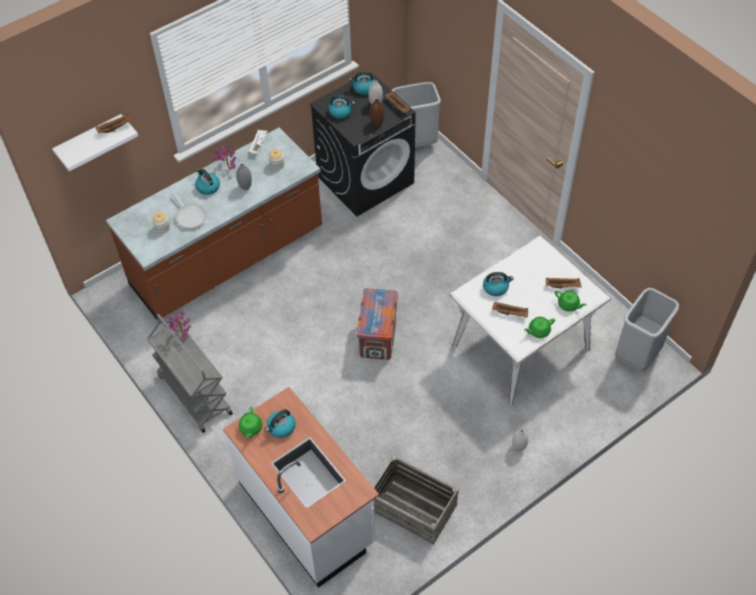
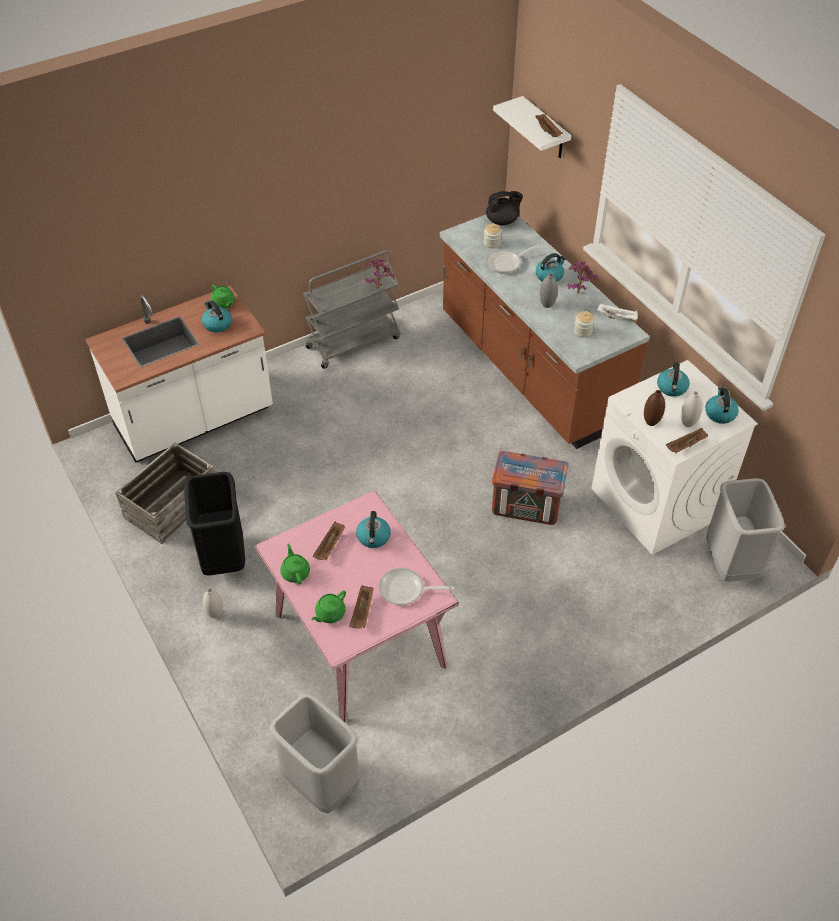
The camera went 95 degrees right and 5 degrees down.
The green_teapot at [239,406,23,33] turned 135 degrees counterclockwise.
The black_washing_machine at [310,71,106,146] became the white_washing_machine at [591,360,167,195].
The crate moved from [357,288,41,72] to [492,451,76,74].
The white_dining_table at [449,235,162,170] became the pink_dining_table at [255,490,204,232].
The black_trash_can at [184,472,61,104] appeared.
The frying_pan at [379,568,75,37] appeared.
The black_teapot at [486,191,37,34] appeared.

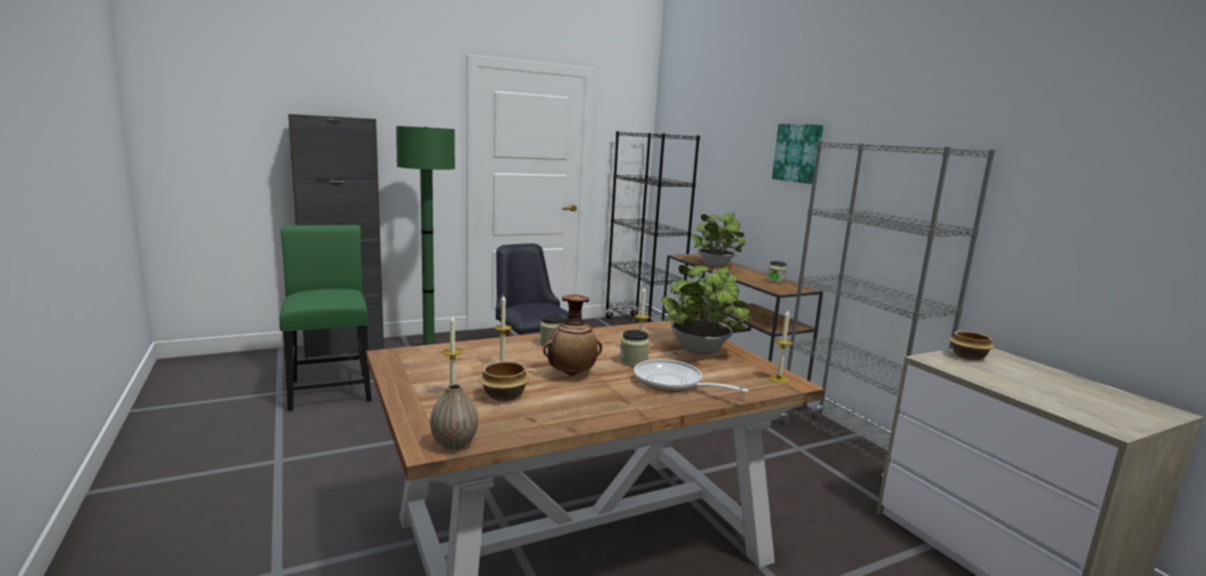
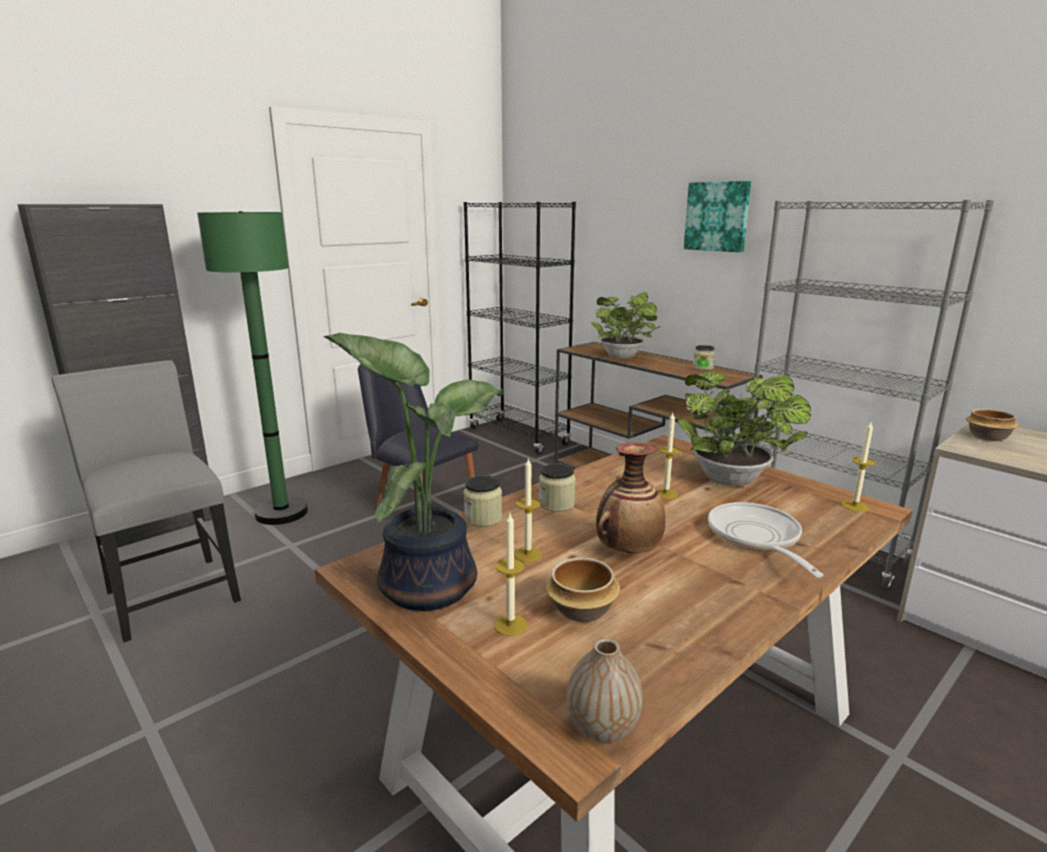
The camera went 15 degrees left and 5 degrees up.
The green_chair at [279,225,93,186] became the grey_chair at [52,360,189,282].
The jar moved from [620,330,29,37] to [464,475,38,52].
The frying_pan at [634,359,115,34] turned 60 degrees clockwise.
The potted_plant at [324,333,180,278] appeared.

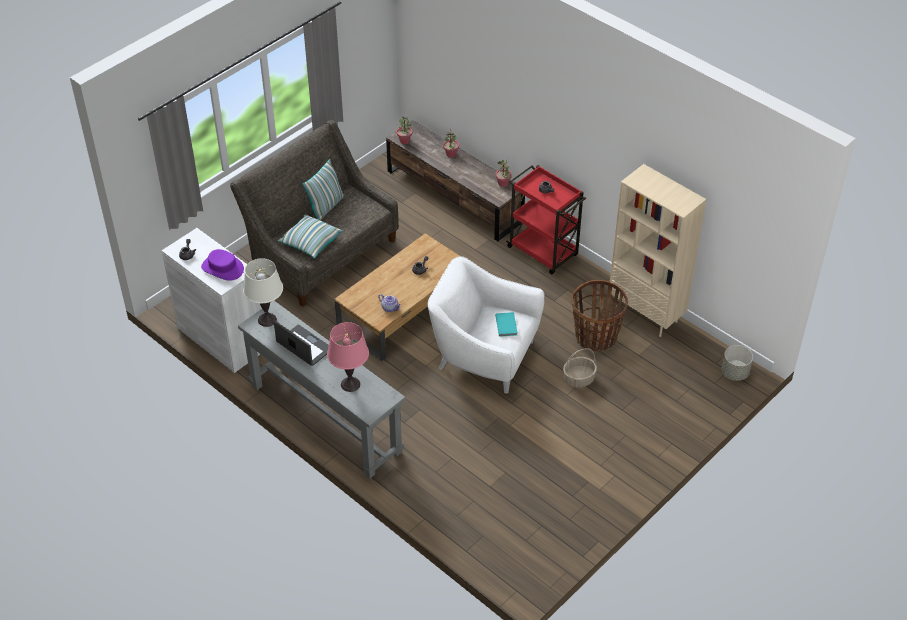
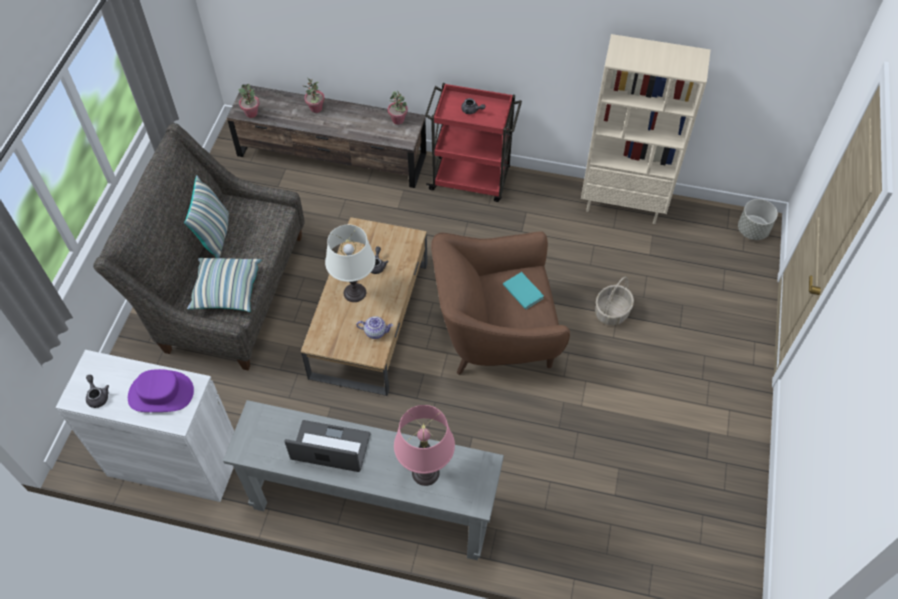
The camera went 30 degrees left and 10 degrees up.
The white_table_lamp moved from [243,258,40,69] to [325,225,50,77].
The white_armchair at [428,256,117,138] became the brown_armchair at [431,231,139,144].
The basket at [571,280,57,71] disappeared.

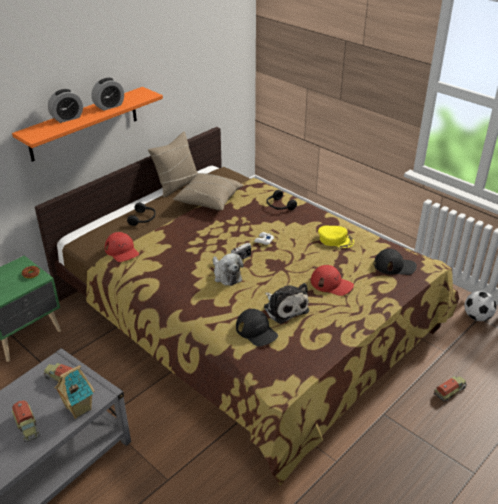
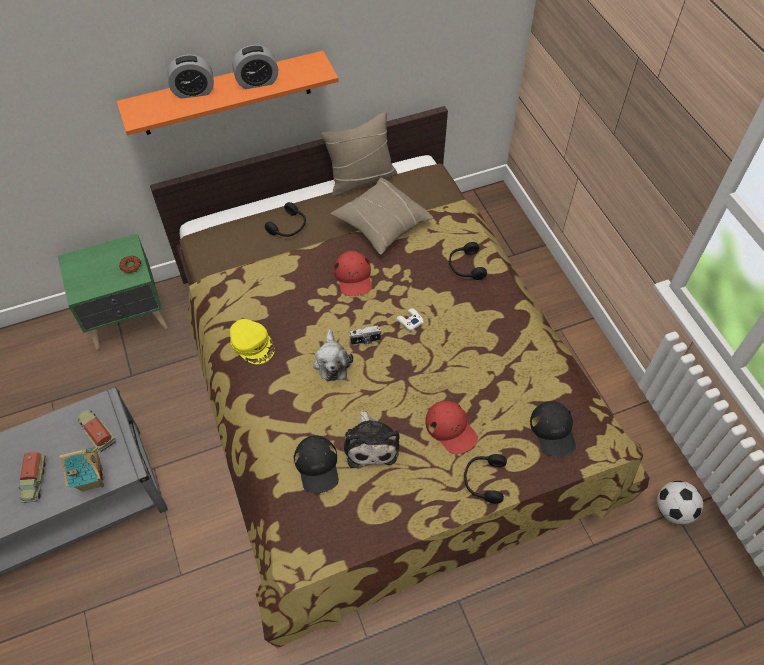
The camera went 25 degrees right and 20 degrees up.
The red_cap moved from [105,232,34,30] to [334,251,38,45].
The yellow_cap moved from [318,226,36,22] to [230,319,45,45].
The black_cap at [374,249,43,26] turned 45 degrees clockwise.
The toy_truck at [434,376,33,25] disappeared.
The black_headphones at [464,454,43,50] appeared.

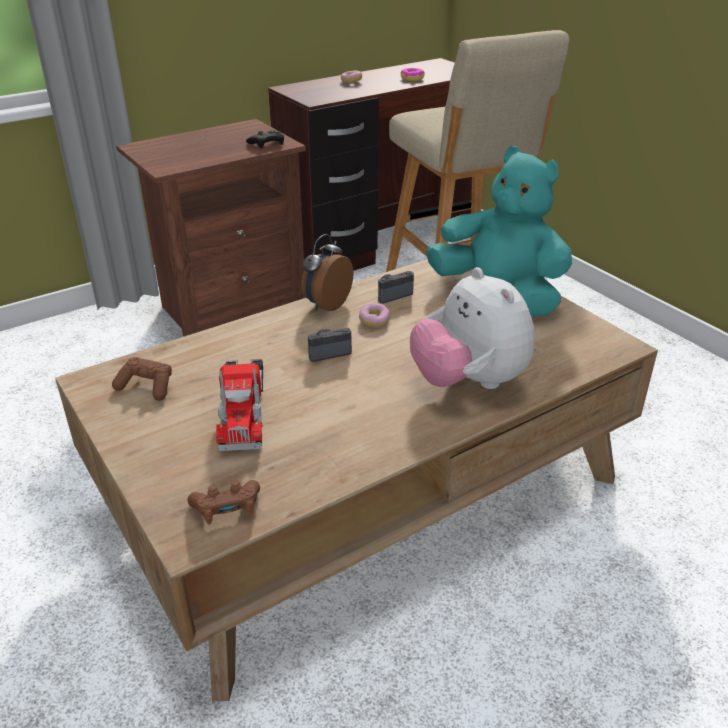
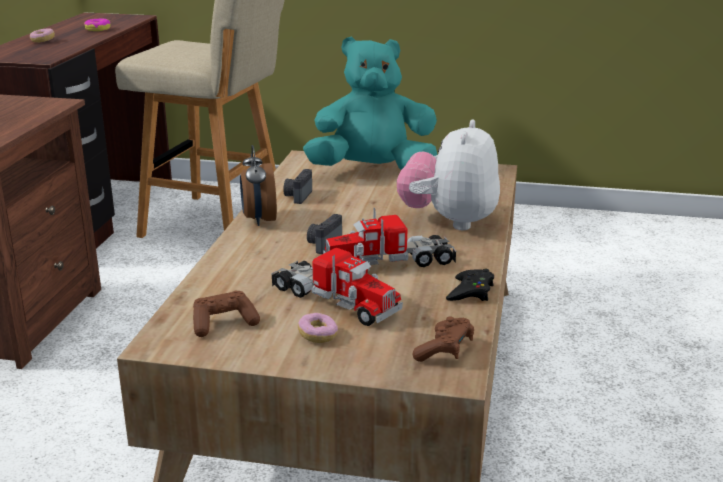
The camera went 45 degrees left and 10 degrees down.
The black_game_controller moved from [246,130,38,18] to [446,269,48,32].
The donut moved from [359,303,31,24] to [298,313,40,30].
The plush_toy at [410,267,125,122] turned 90 degrees clockwise.
The toy_truck at [323,208,134,59] appeared.

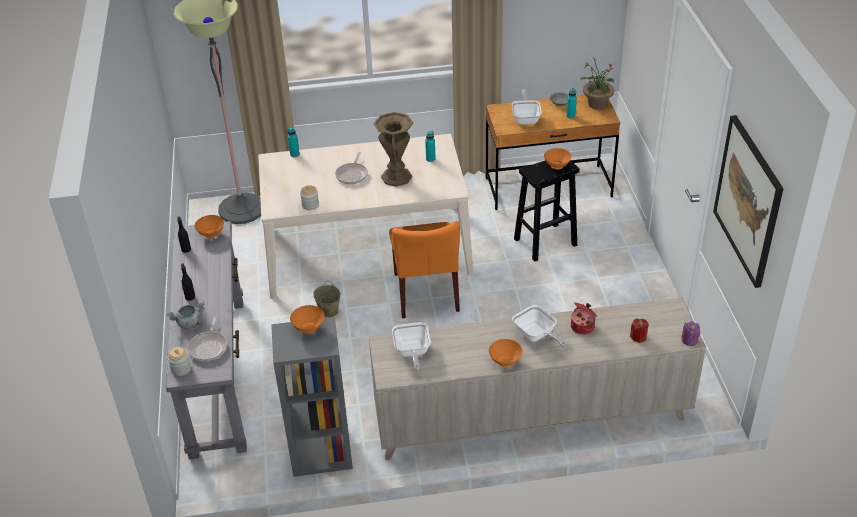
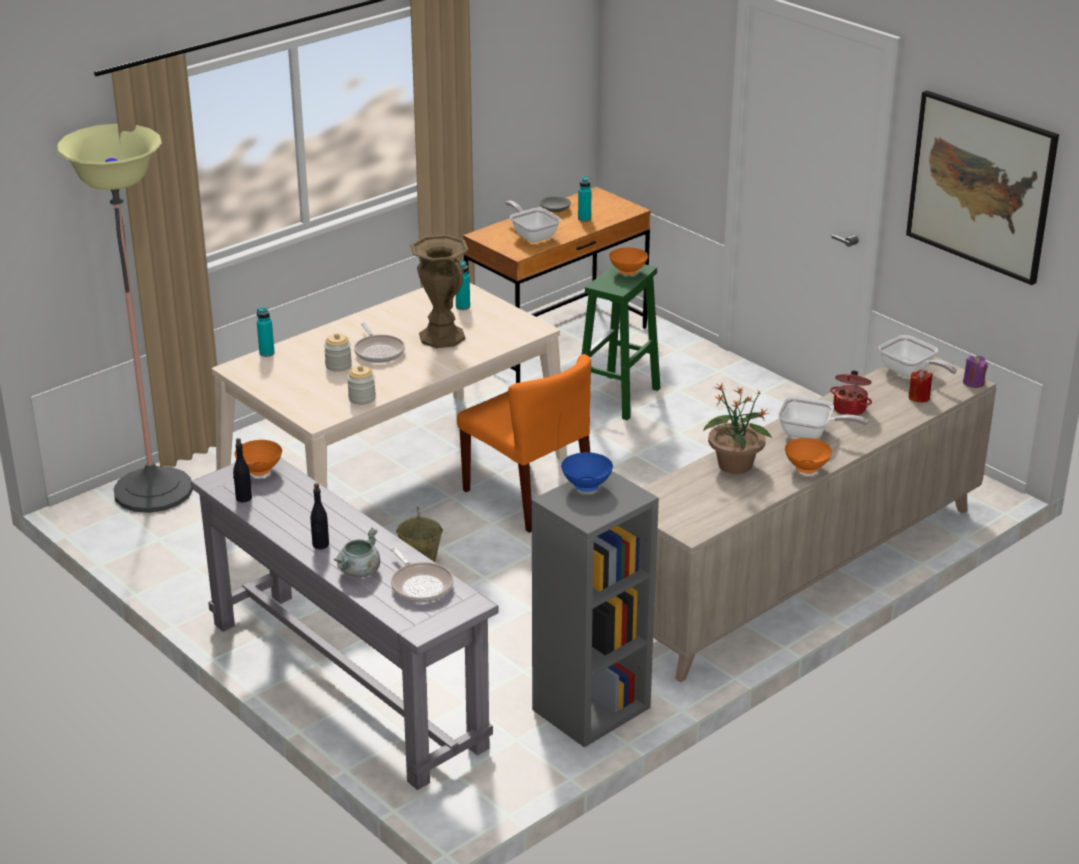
The camera went 35 degrees left and 10 degrees down.
The jar moved from [167,347,24,29] to [324,333,28,39].
The orange_bowl at [290,305,35,28] became the blue_bowl at [561,452,52,40].
The frying_pan moved from [392,322,39,49] to [879,335,78,42].
The black_stool at [514,160,66,102] became the green_stool at [582,264,79,156].
The potted_plant moved from [579,58,35,51] to [704,383,69,91].

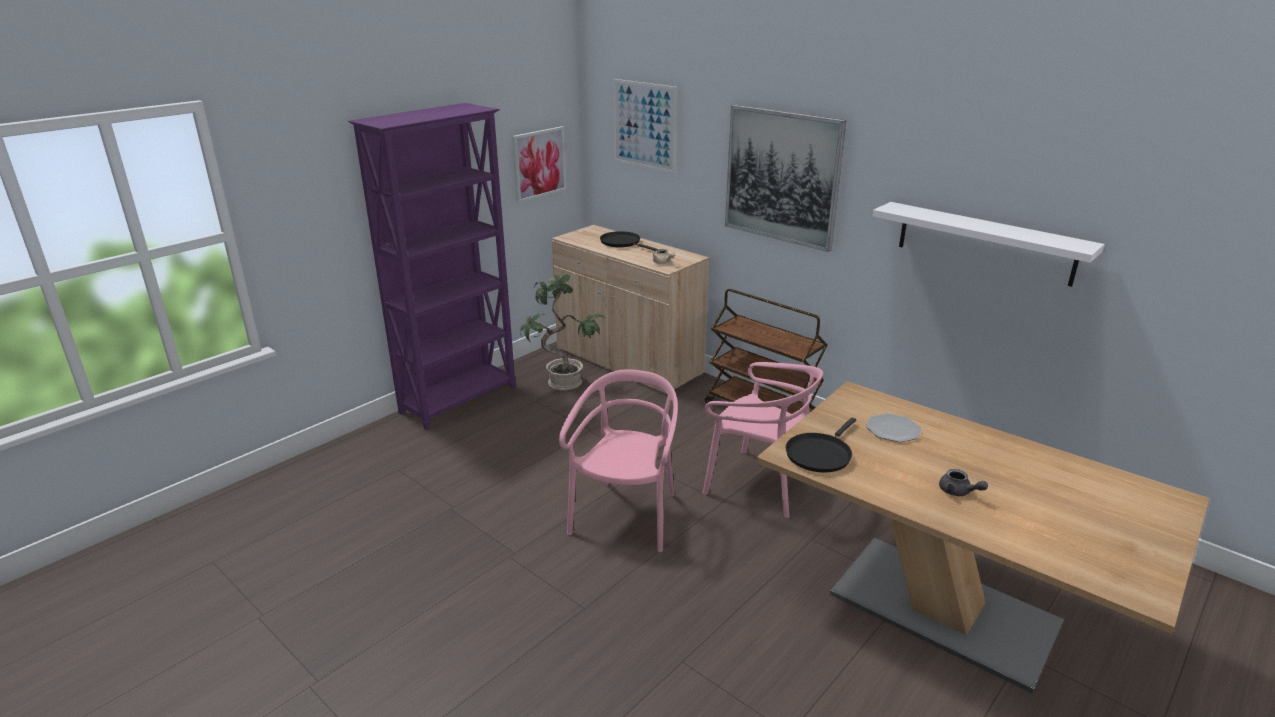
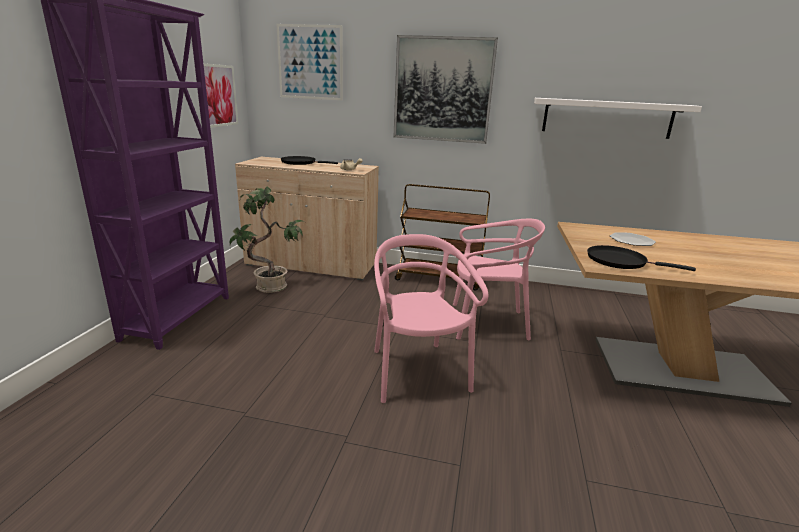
The camera went 30 degrees left and 5 degrees down.
The black_frying_pan at [785,418,71,55] turned 105 degrees clockwise.
The grey_teapot at [939,469,49,27] disappeared.

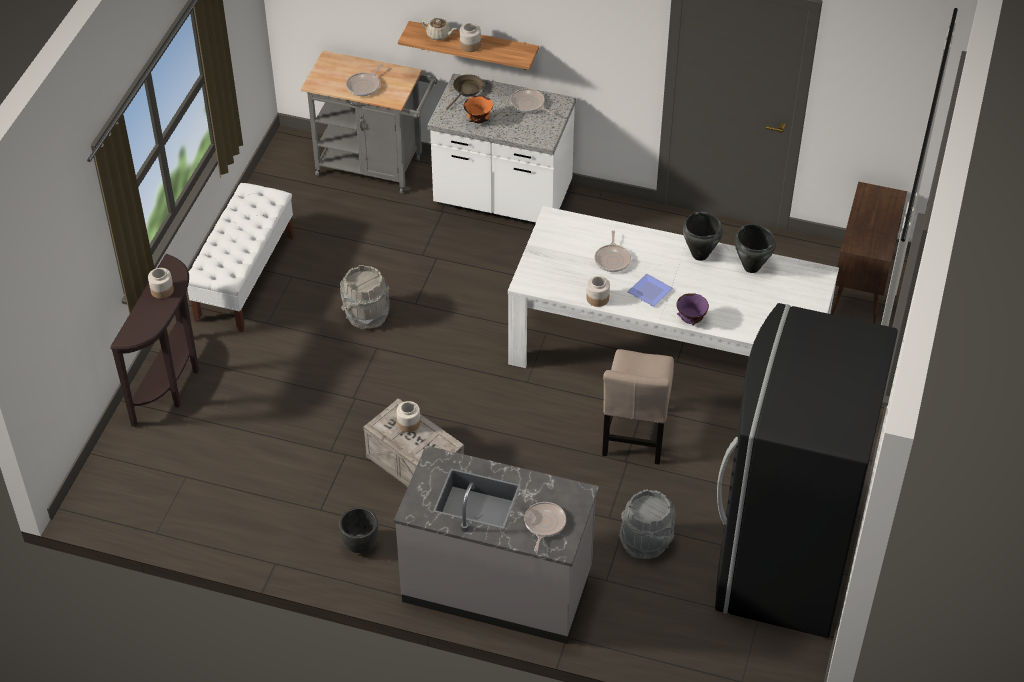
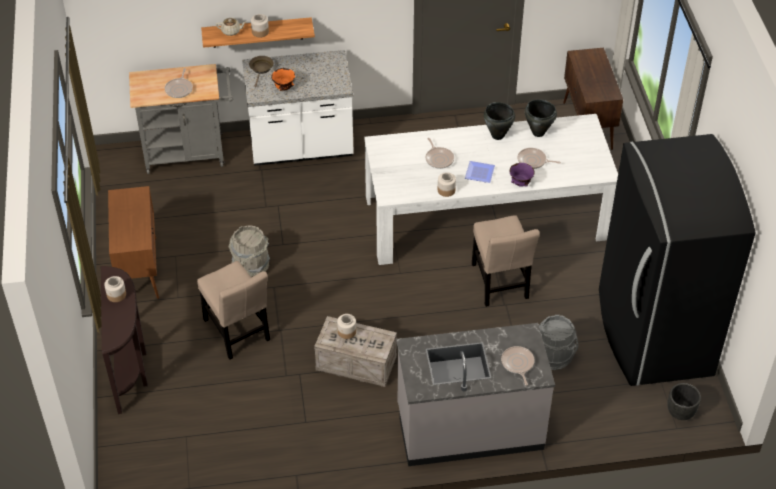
The camera went 25 degrees left and 0 degrees up.
The white_bench at [187,183,107,150] was replaced by the brown_cabinet at [108,186,51,113].
The black_planter moved from [339,507,39,46] to [668,383,33,37].
The frying_pan moved from [510,88,44,26] to [517,148,44,21].
The beige_chair at [197,261,73,99] appeared.

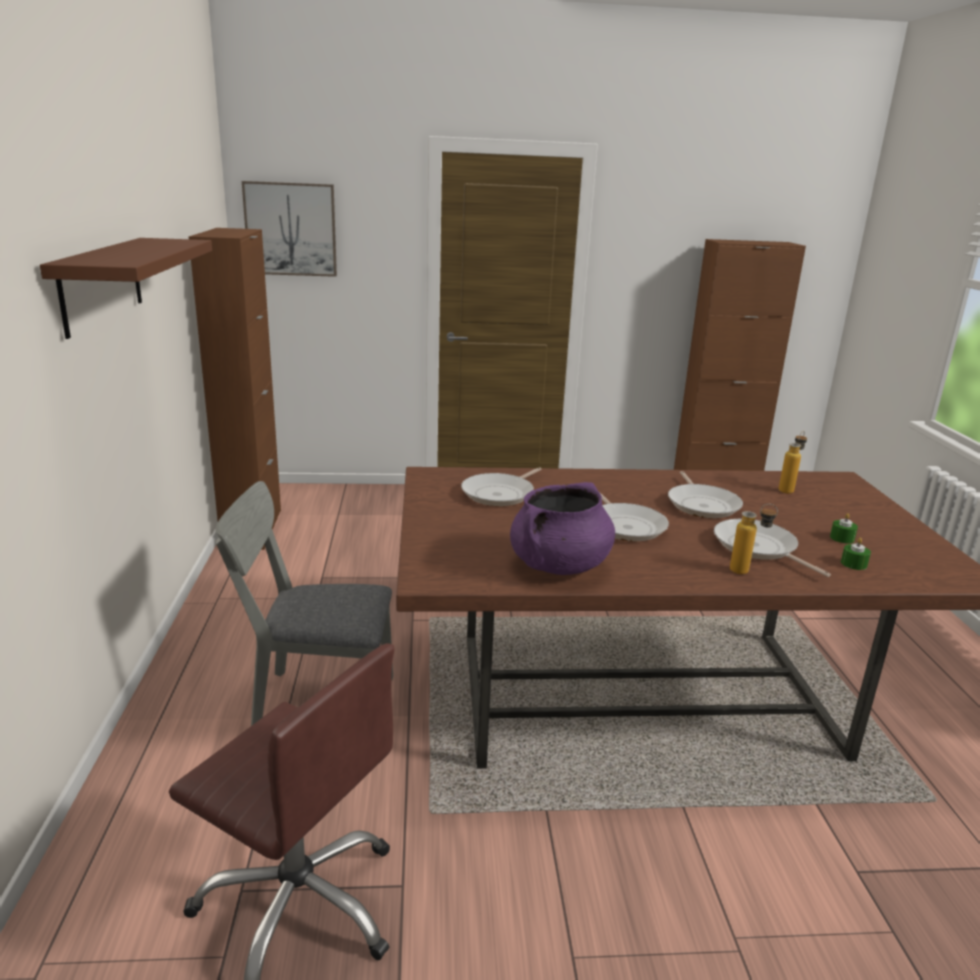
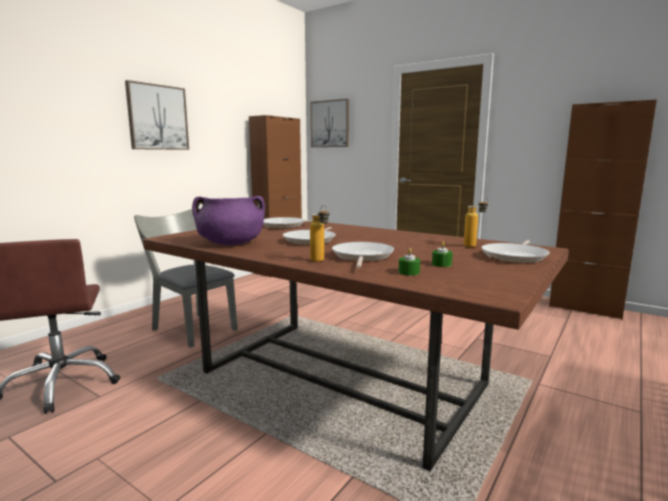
The camera went 40 degrees right and 10 degrees down.
The brown_shelf at [40,238,172,101] was replaced by the picture at [125,80,64,70].
The frying_pan moved from [668,471,75,47] to [481,240,69,23].

